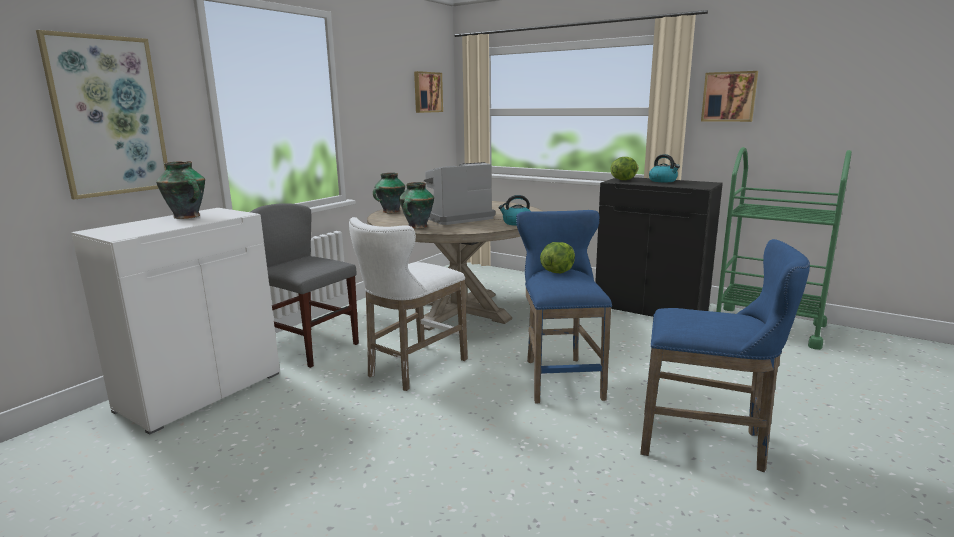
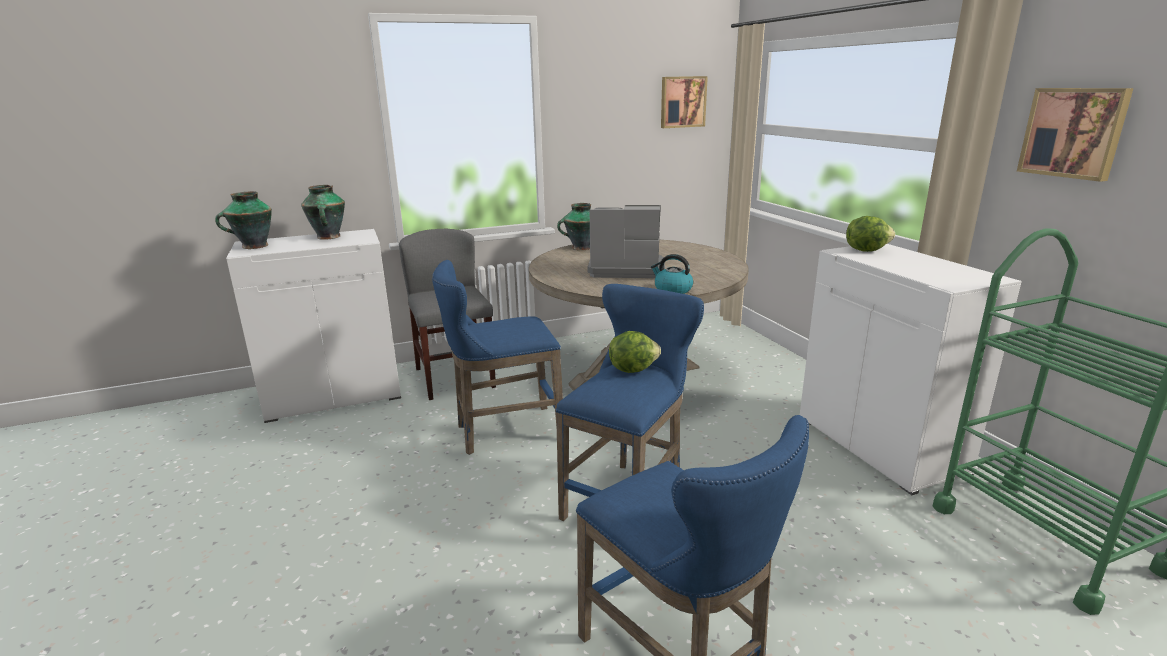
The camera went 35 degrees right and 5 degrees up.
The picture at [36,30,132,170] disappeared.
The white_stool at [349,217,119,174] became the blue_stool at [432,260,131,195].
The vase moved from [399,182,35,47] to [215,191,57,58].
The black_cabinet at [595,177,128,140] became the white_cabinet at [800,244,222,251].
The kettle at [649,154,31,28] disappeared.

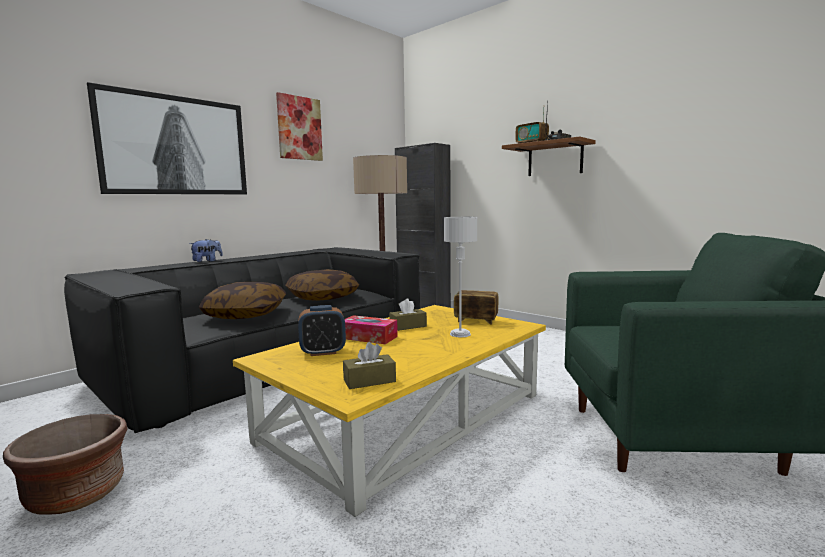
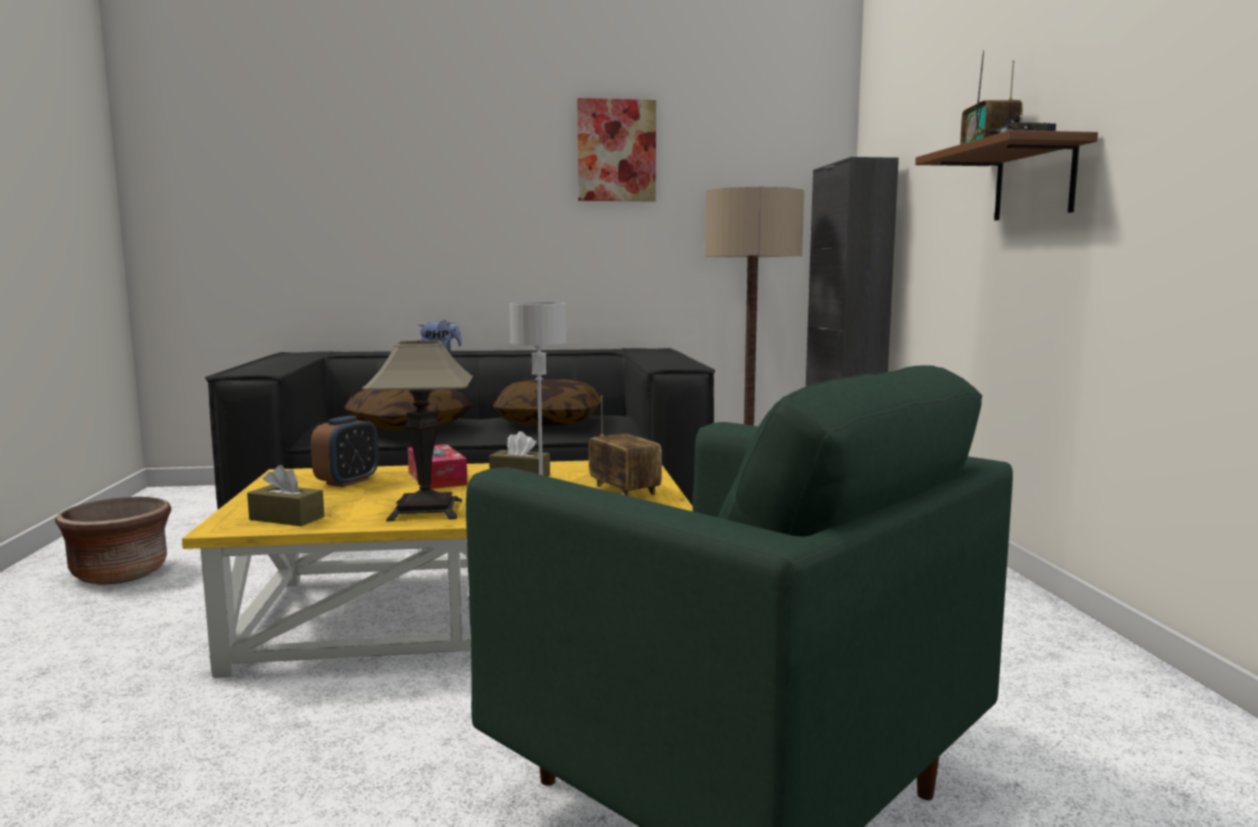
The camera went 40 degrees right and 0 degrees up.
The picture at [87,82,160,112] disappeared.
The alarm_clock at [298,305,48,51] turned 90 degrees counterclockwise.
The table_lamp at [362,340,111,181] appeared.

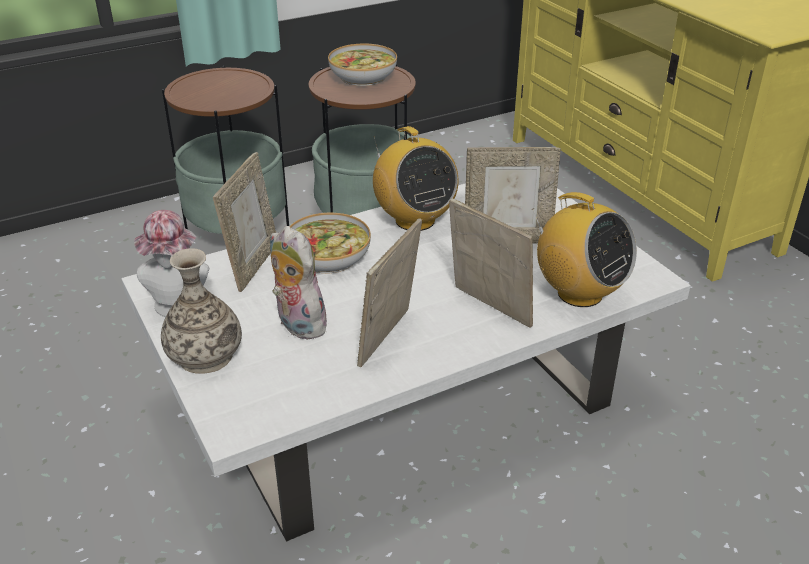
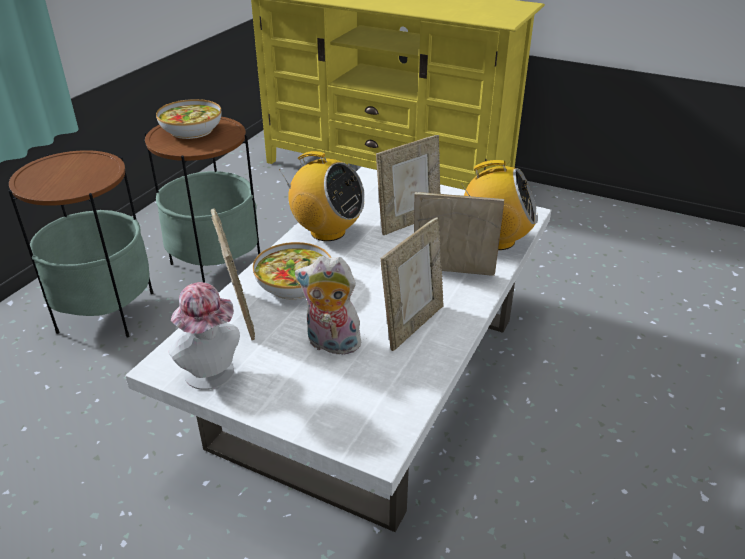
The camera went 35 degrees left and 0 degrees up.
The vase at [161,248,81,126] disappeared.
The picture_frame at [357,218,65,150] turned 135 degrees counterclockwise.

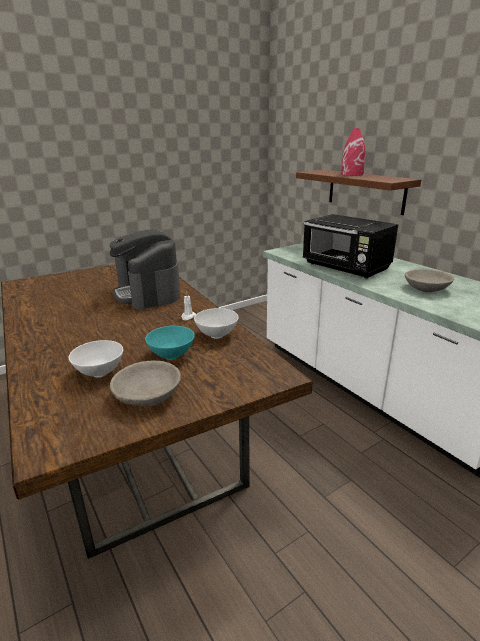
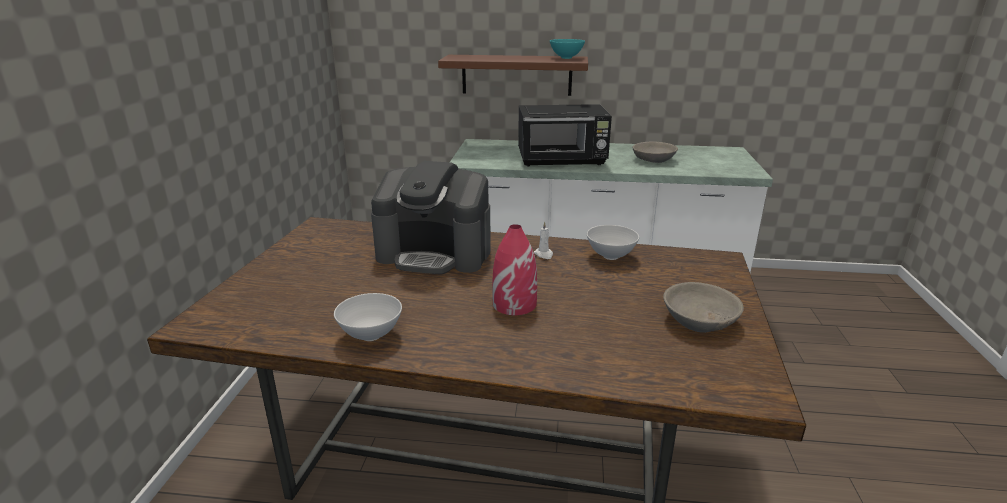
The camera went 50 degrees left and 0 degrees up.
The white_bowl moved from [69,340,54,37] to [334,293,68,48].
The turquoise_bowl moved from [145,326,50,34] to [550,39,35,20].
The red_vase moved from [341,128,25,48] to [492,224,45,91].

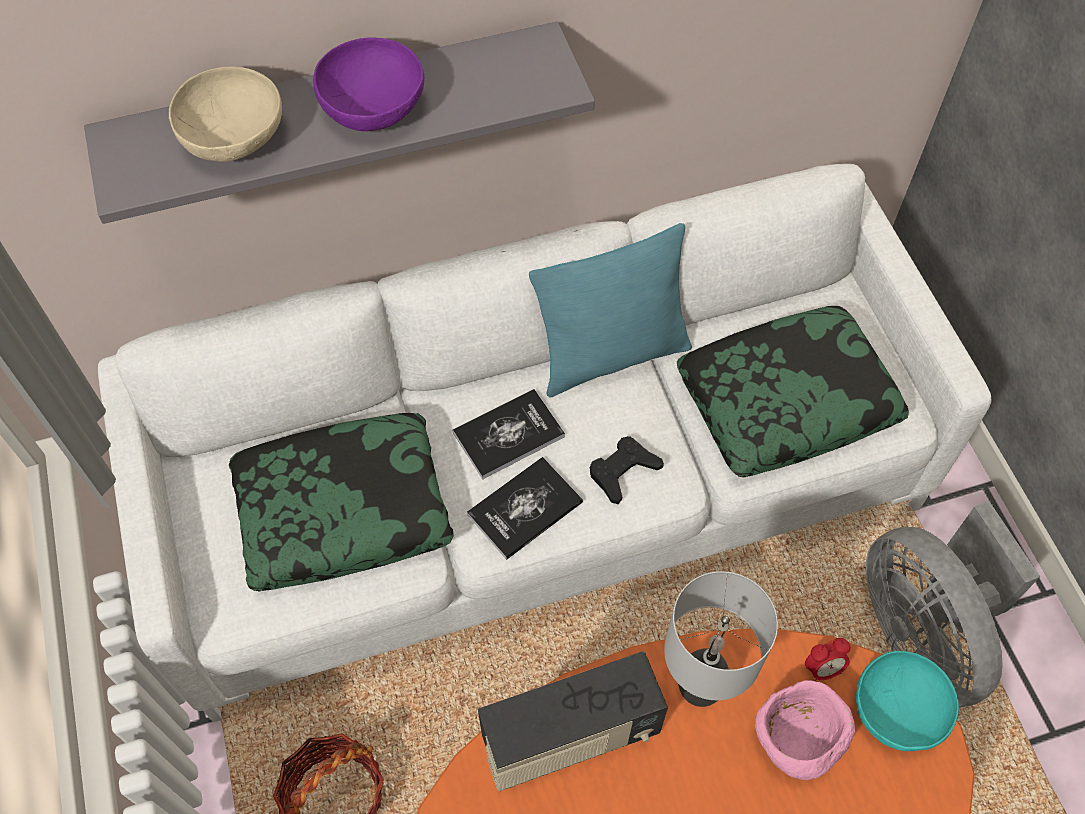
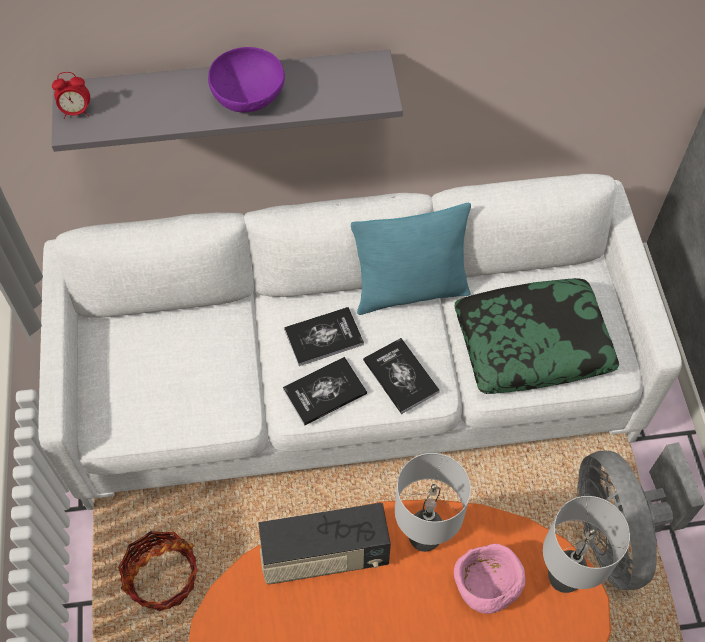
The camera went 10 degrees right and 0 degrees up.
The beige_bowl at [169,67,113,95] disappeared.
The pillow at [229,413,225,178] disappeared.
The black_game_controller at [590,436,74,68] was replaced by the book at [363,338,77,76].
The alarm_clock moved from [805,638,46,43] to [52,72,38,47].
The turquoise_bowl at [856,651,103,100] was replaced by the grey_table_lamp at [543,496,87,97].

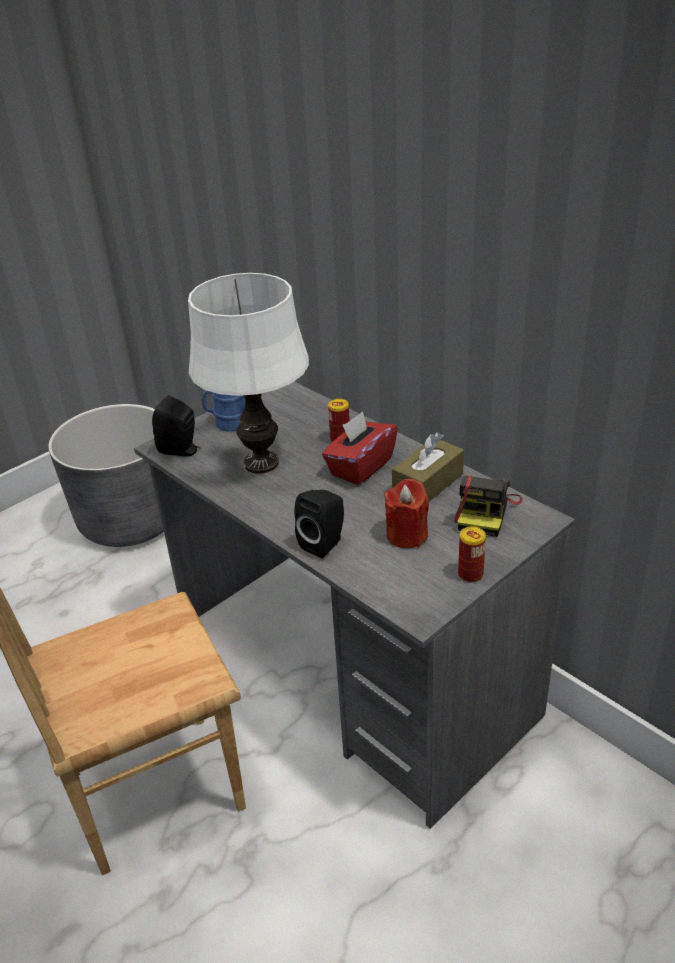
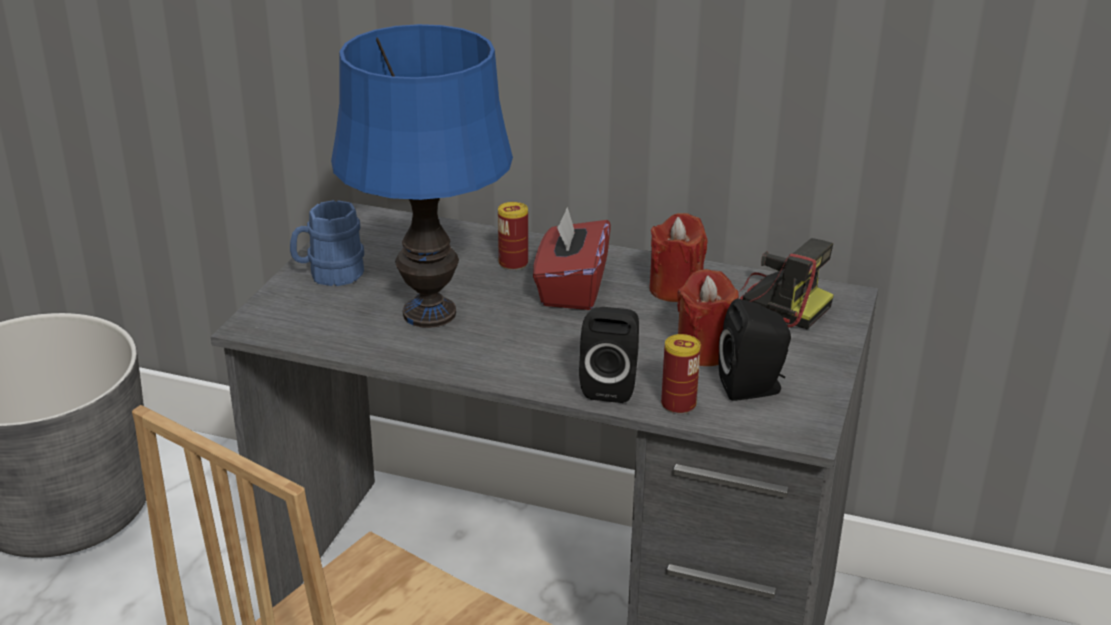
The camera went 30 degrees left and 5 degrees down.
The black_speaker moved from [152,395,48,61] to [719,299,72,102].
The white_table_lamp at [188,273,121,201] became the blue_table_lamp at [331,24,182,304].
The brown_tissue_box at [392,432,72,70] was replaced by the red_candle at [650,213,57,89].
The photo_camera at [454,476,68,61] turned 45 degrees counterclockwise.
The can moved from [458,526,28,56] to [661,334,40,80].

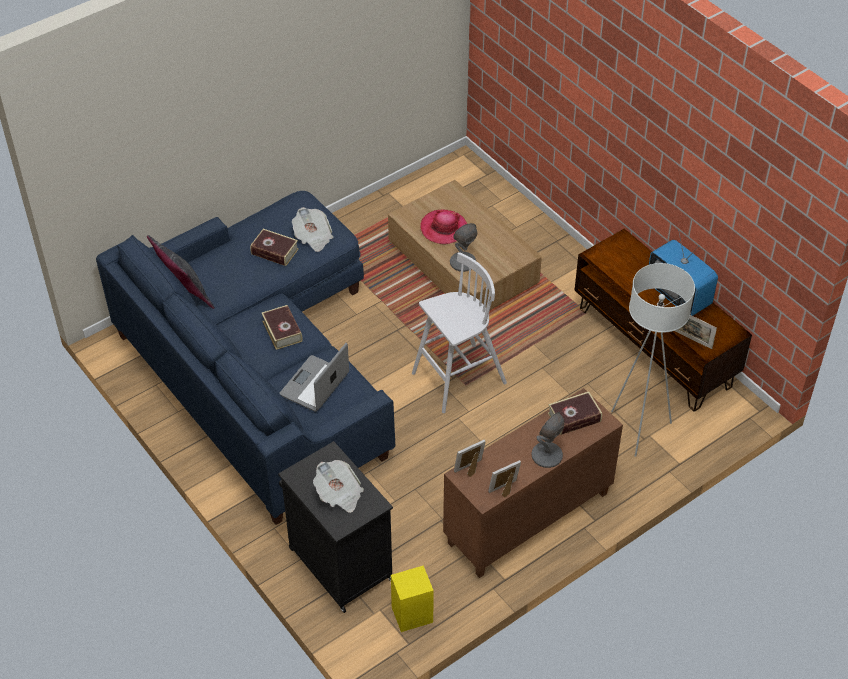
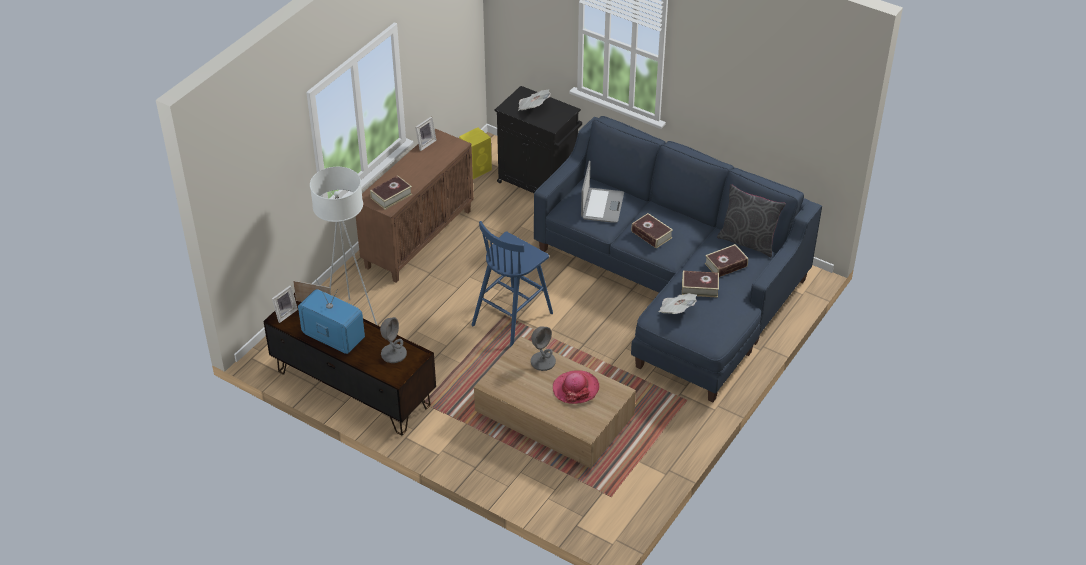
The camera went 160 degrees right and 5 degrees down.
The white_stool at [412,252,95,161] became the blue_stool at [472,221,81,126].
The picture_frame moved from [454,440,32,37] to [272,285,26,38].
The grey_table_lamp moved from [531,412,33,56] to [380,317,27,46].
The book at [705,244,43,33] appeared.

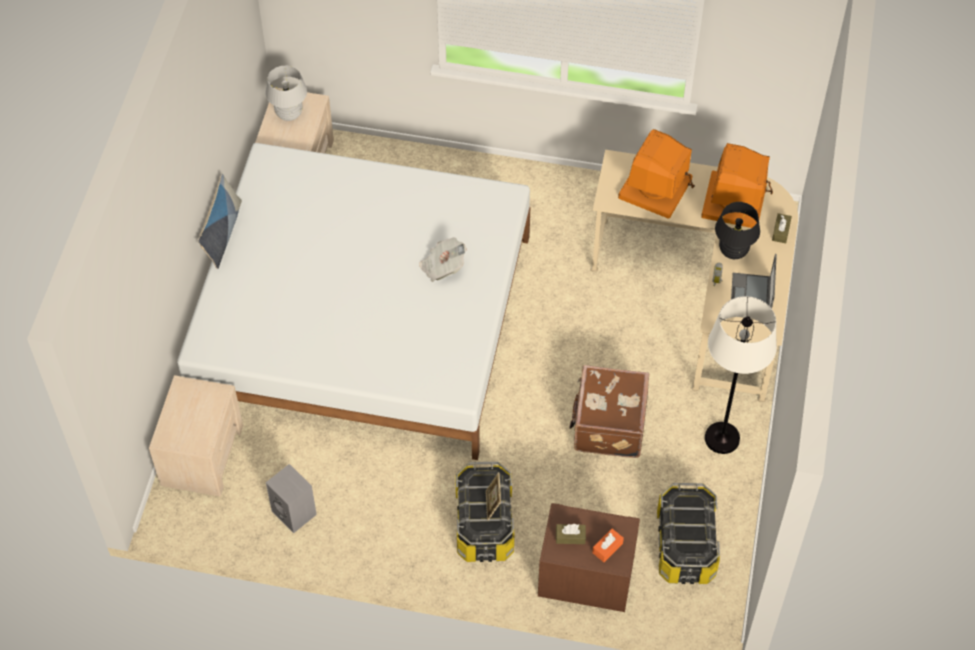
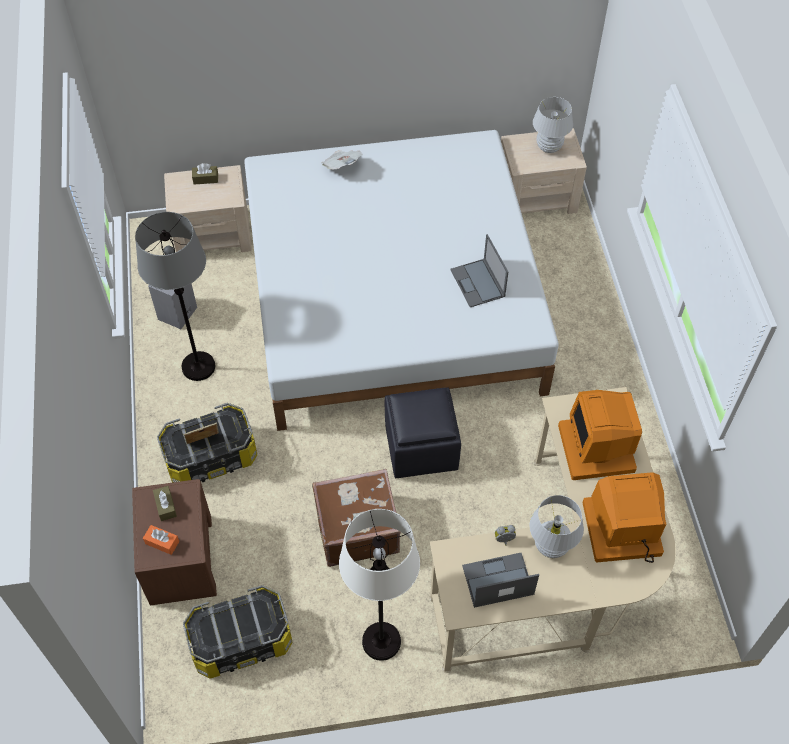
The camera went 70 degrees right and 0 degrees up.
The pillow at [198,174,44,95] disappeared.
The newspaper moved from [419,237,48,45] to [321,150,42,19].
The monitor at [618,129,77,90] turned 105 degrees counterclockwise.
The black_table_lamp at [715,202,45,57] became the white_table_lamp at [530,495,54,63].
The brown_tissue_box moved from [772,213,20,30] to [192,163,26,22].
The grey_floor_lamp at [135,212,80,169] appeared.
The black_ottoman at [385,388,76,90] appeared.
The laptop at [450,234,58,73] appeared.

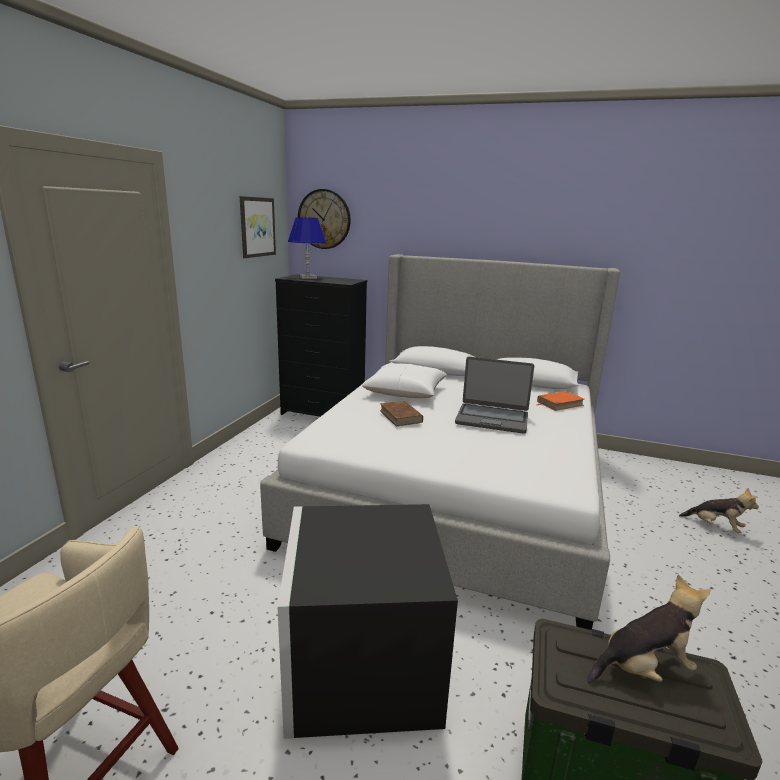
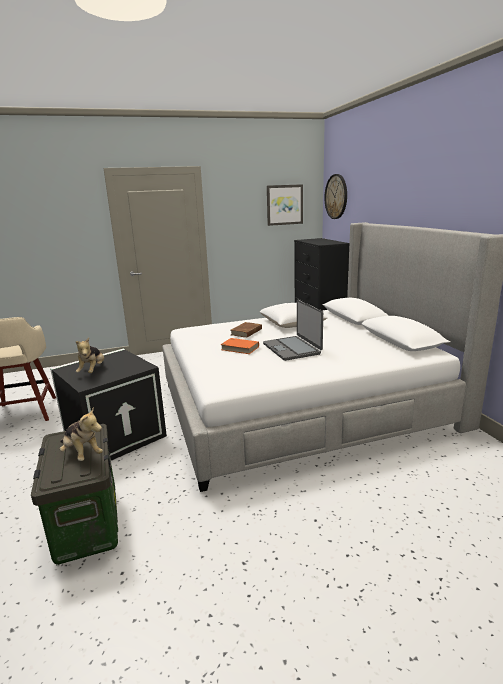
The camera went 55 degrees right and 0 degrees up.
The blue_table_lamp at [288,217,38,62] disappeared.
The orange_book moved from [537,391,47,20] to [220,338,39,16].
The plush_toy moved from [679,488,80,45] to [76,338,28,35].

